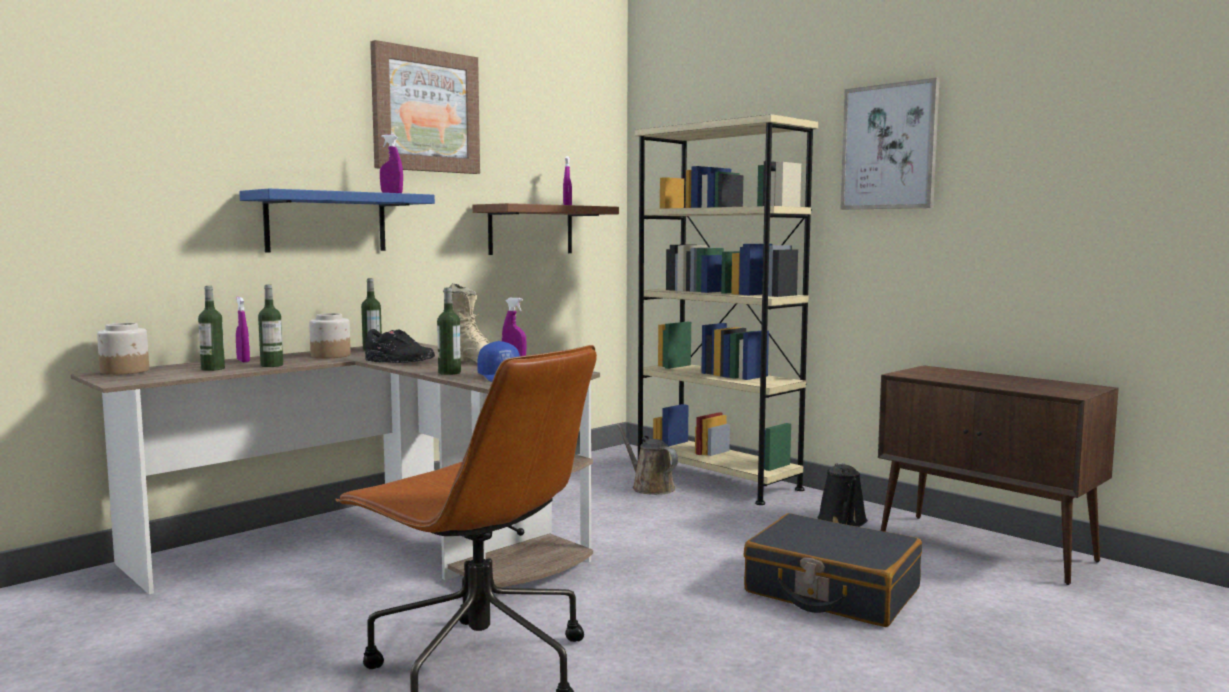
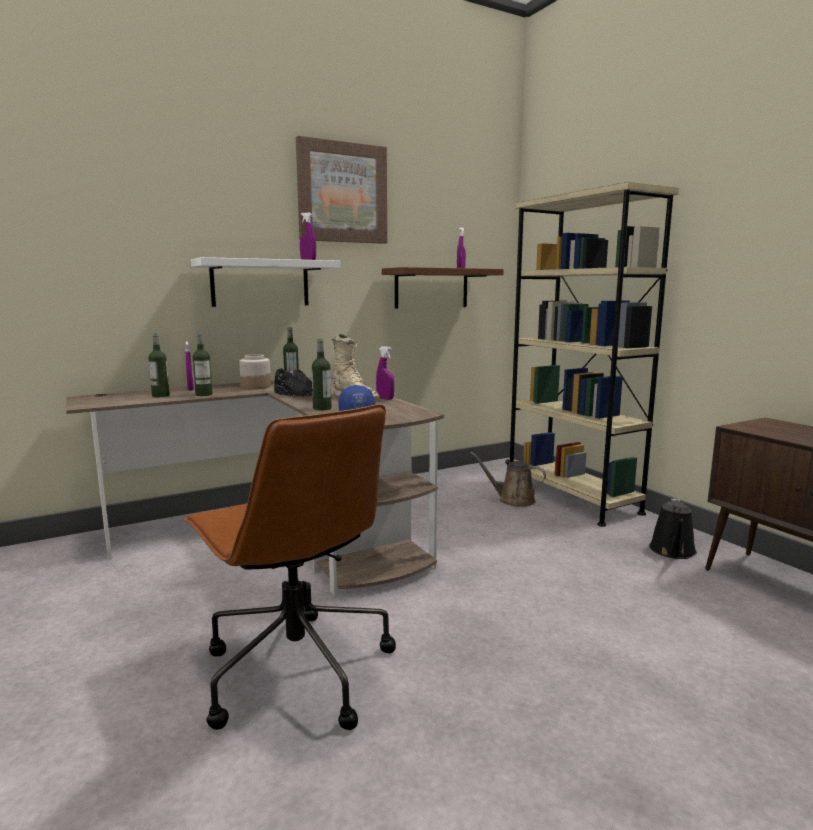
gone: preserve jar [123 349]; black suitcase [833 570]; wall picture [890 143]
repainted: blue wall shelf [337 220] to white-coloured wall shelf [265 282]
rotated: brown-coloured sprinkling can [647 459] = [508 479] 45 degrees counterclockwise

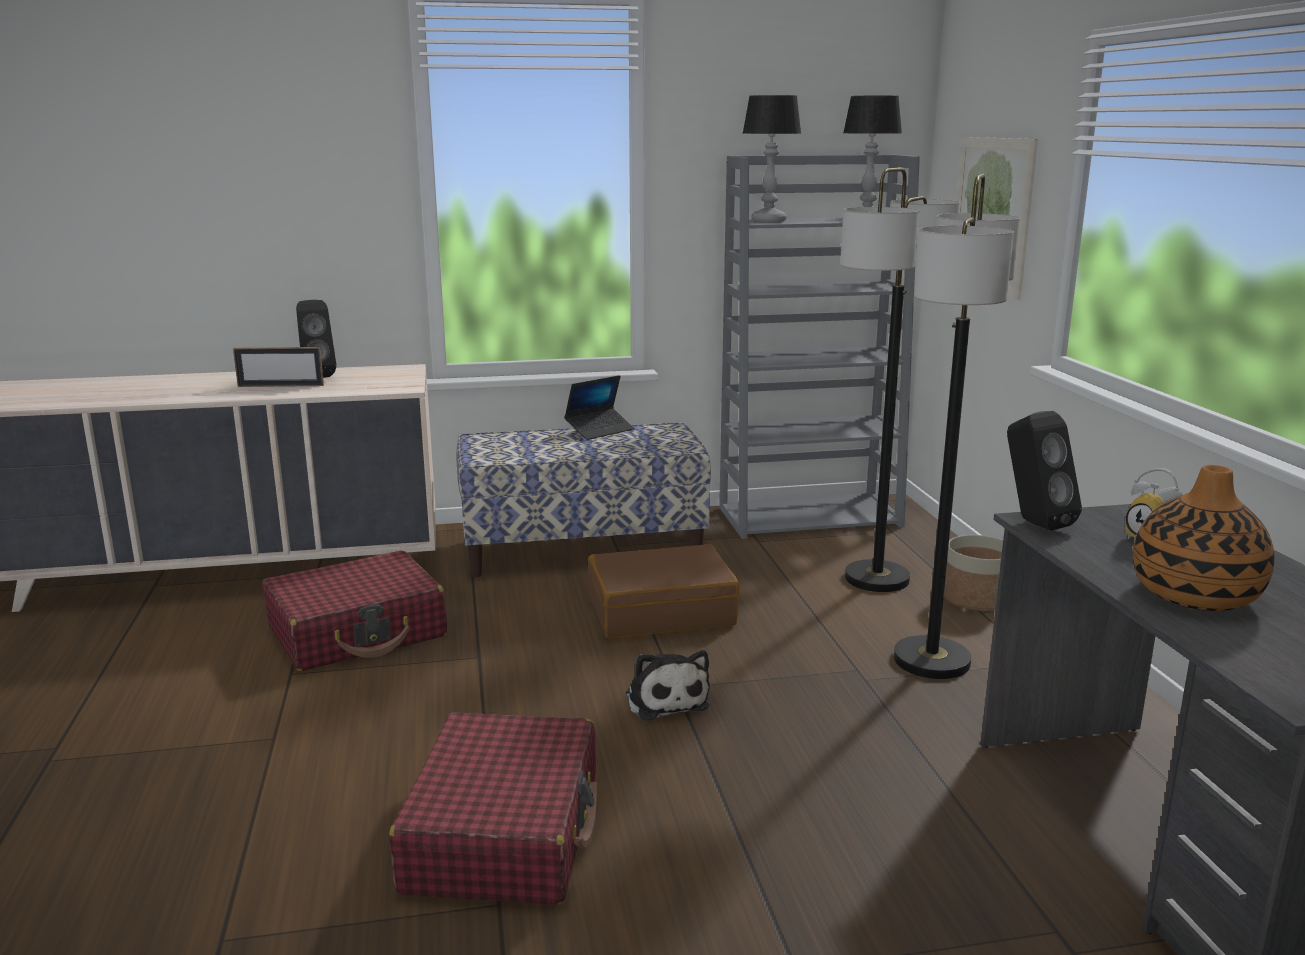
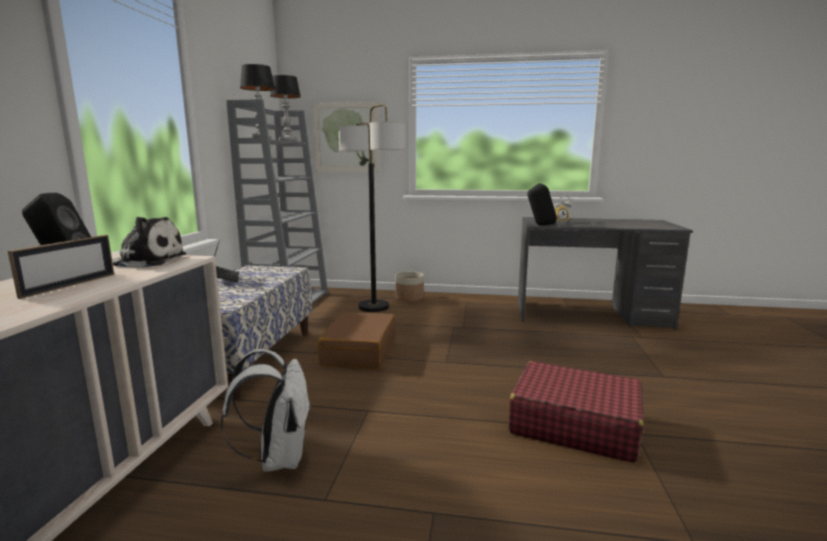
gone: floor lamp [957 426]; vase [1204 538]
shifted: cuddly toy [668 685] to [149 242]
swapped: red suitcase [354 611] to white-coloured knapsack [266 410]

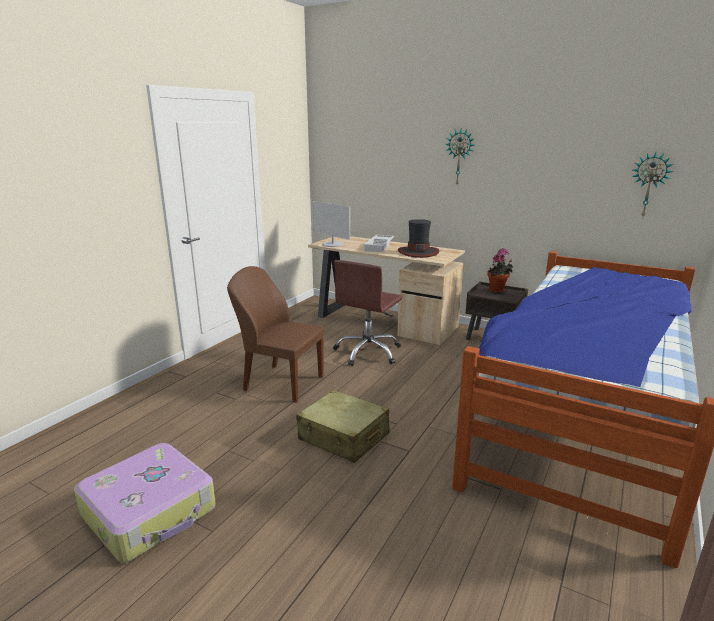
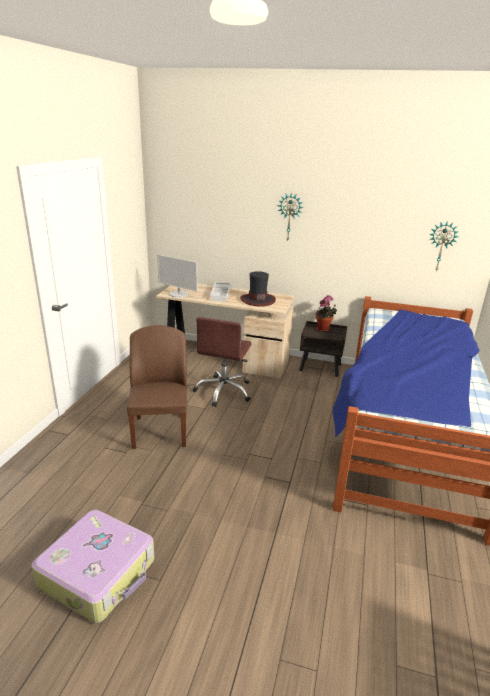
gone: sand-coloured suitcase [342 426]
rotated: brown-coloured upright chair [275 334] = [157 387] 75 degrees clockwise

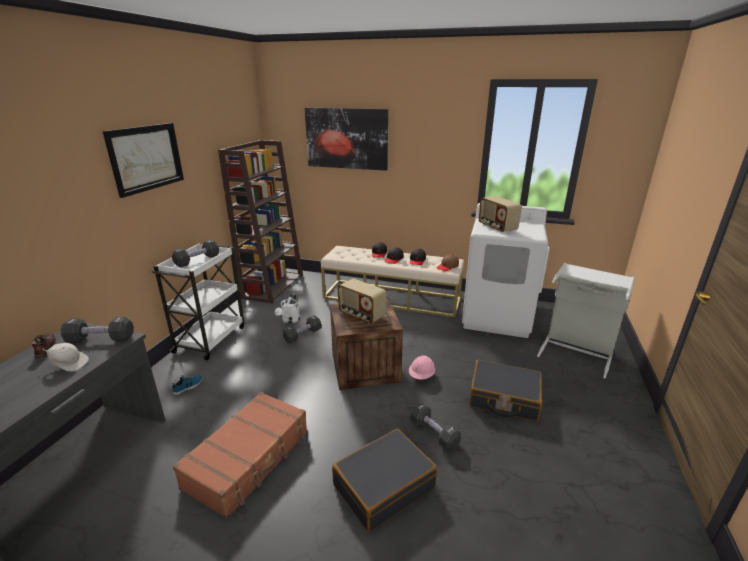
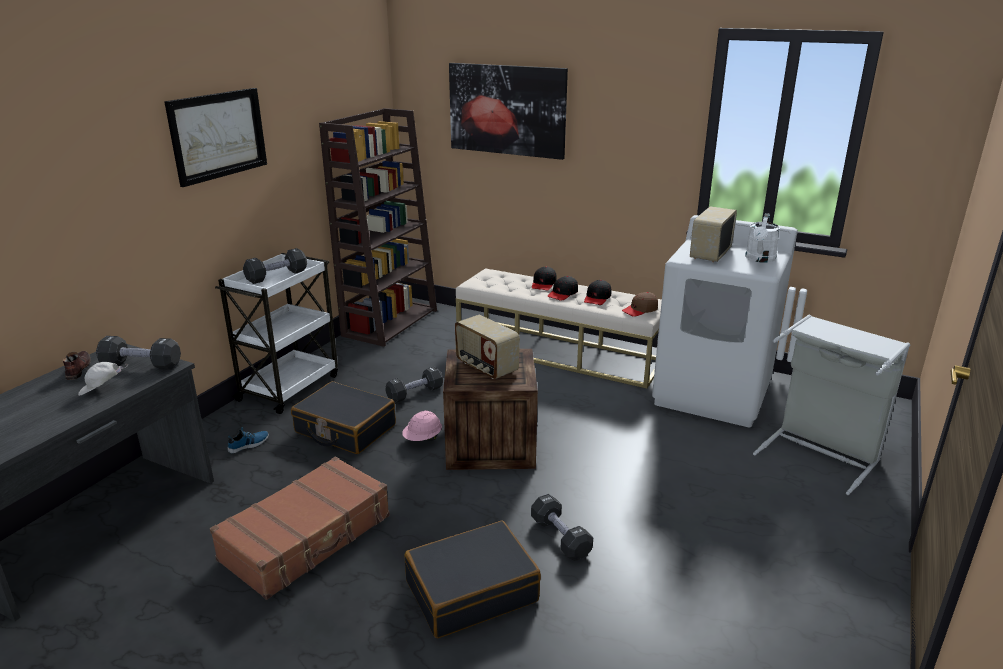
shifted: white-coloured sprinkling can [287 308] to [762 237]; pinkish work helmet [422 367] to [422 426]; black suitcase [505 390] to [343 417]
rotated: white-coloured baseball cap [65 357] = [103 379] 135 degrees clockwise; radio set [500 214] = [713 234] 45 degrees clockwise

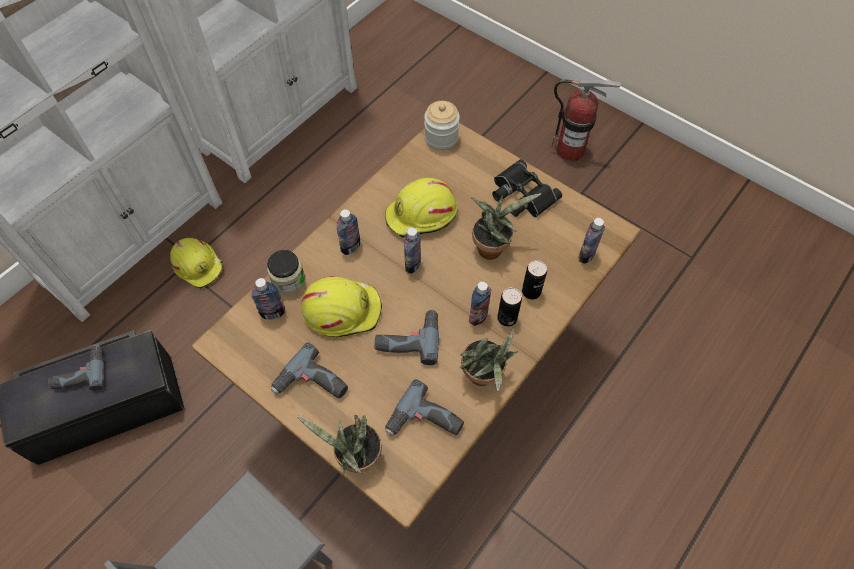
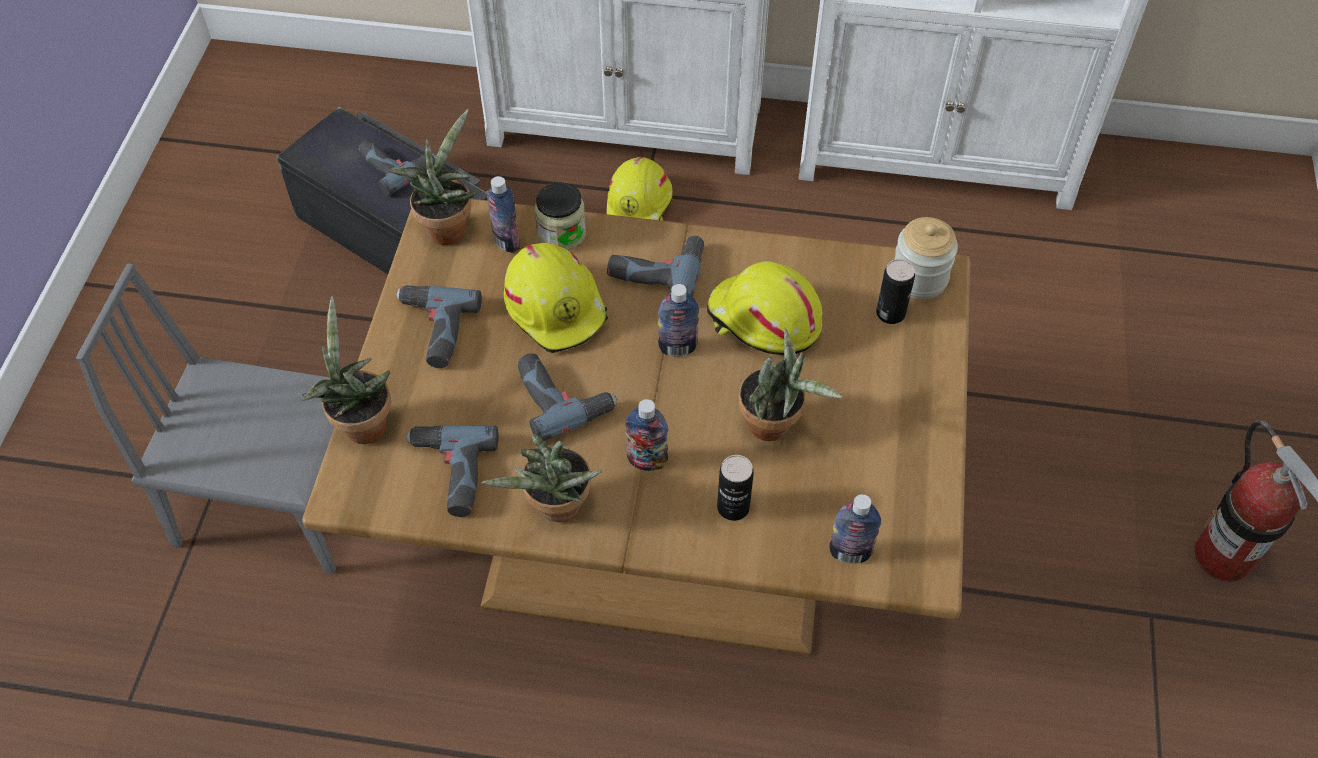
gone: black binoculars [527 188]
new: plant in a pot [431 177]
shifted: metal can [509 307] to [895 291]
swapped: beverage bottle [348 232] to drill [655 265]

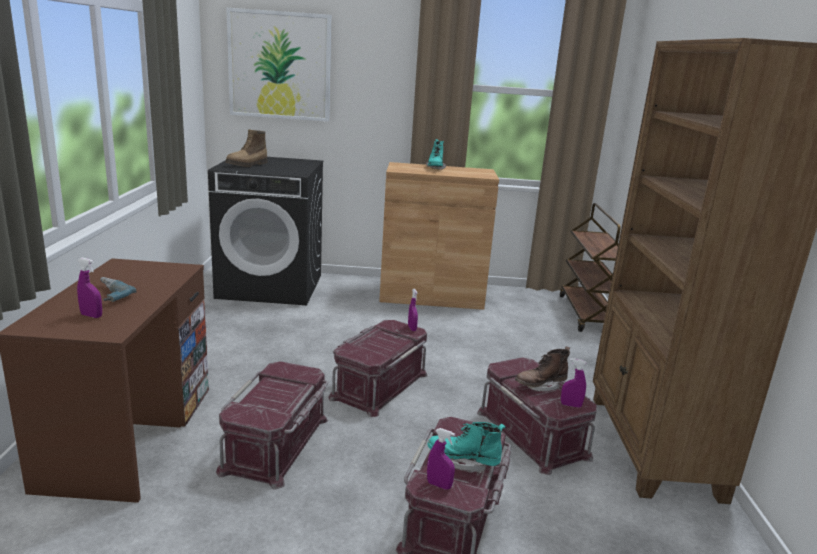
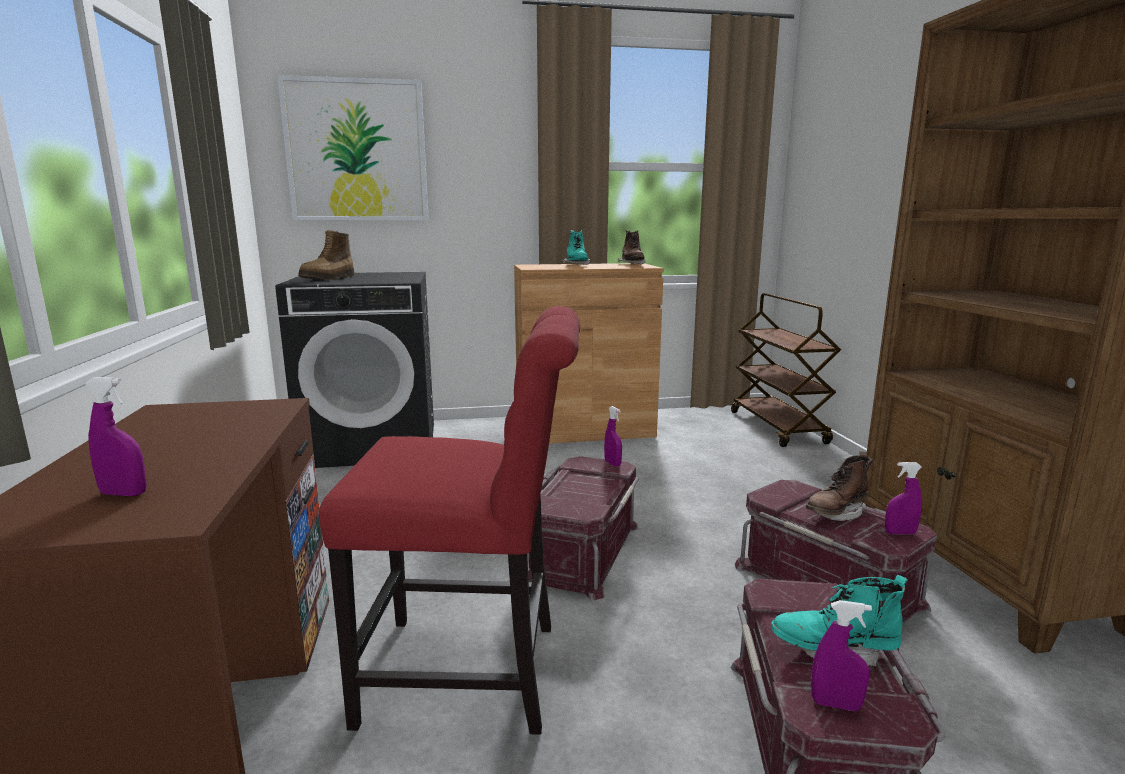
gone: drill [118 289]
new: brown-coloured high-top boot [632 247]
swapped: red storage bin [272 425] to red upright chair [449 520]

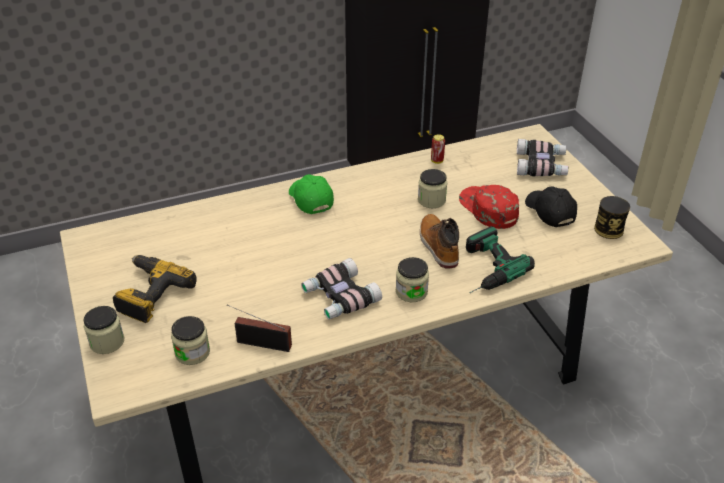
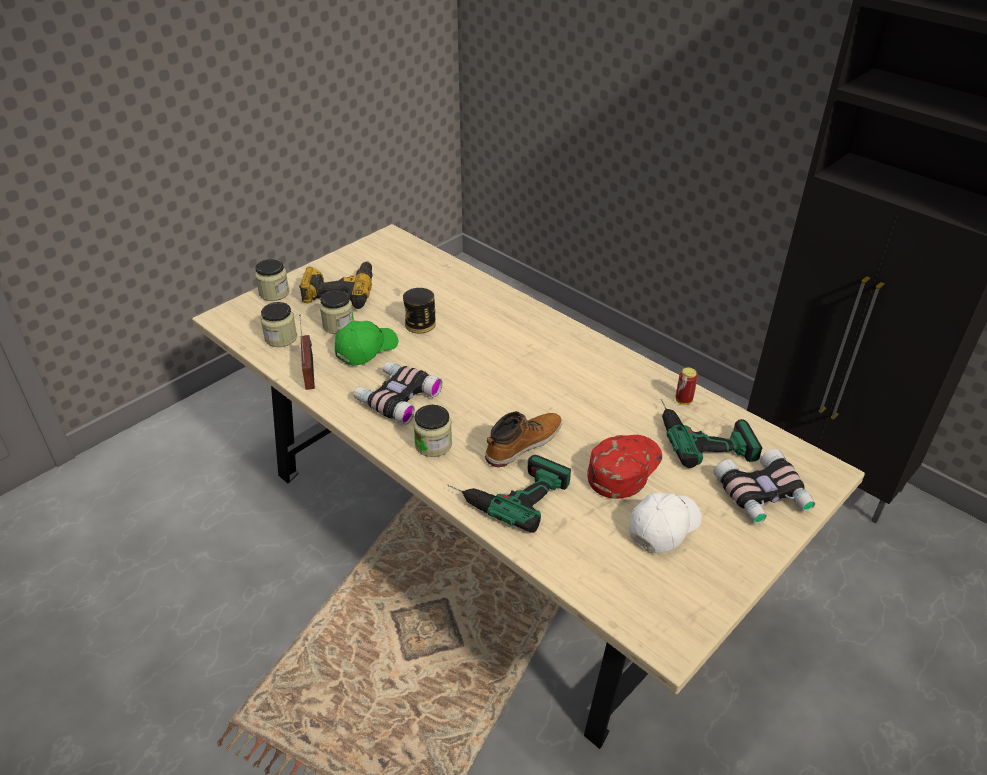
new: drill [712 433]
shifted: greenish baseball cap [311 194] to [366 343]; preserve jar [432 188] to [337 312]; metal can [612 217] to [419 310]
repainted: black baseball cap [551 206] to white-coloured baseball cap [665 523]

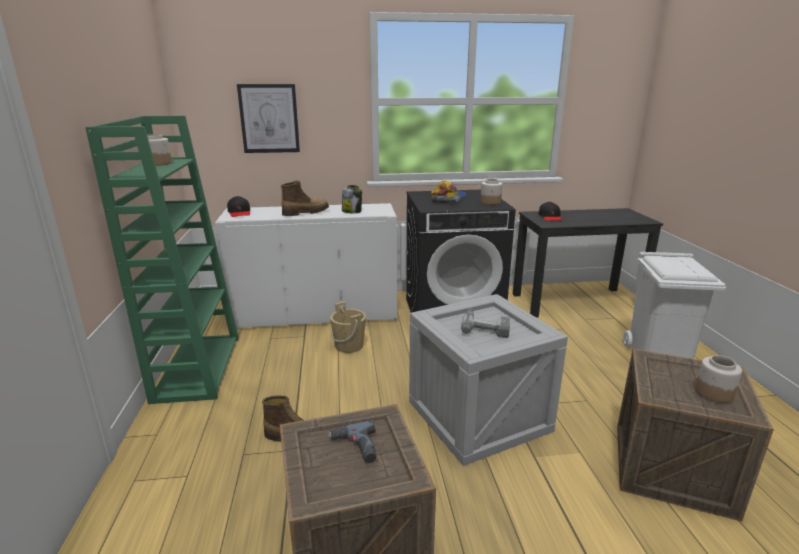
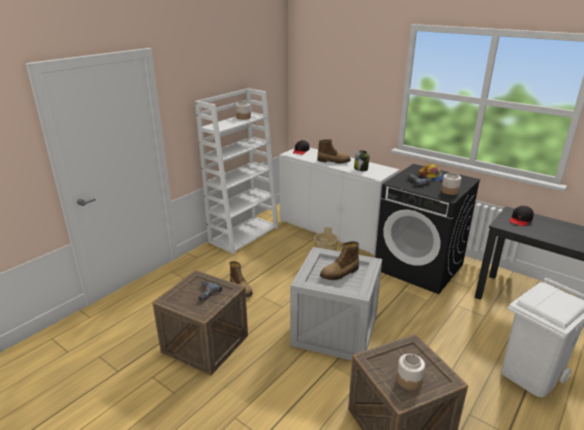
gone: wall picture [268 118]
swapped: drill [485 323] to high-top boot [339 260]
repainted: greenish bookshelf [162 260] to white-coloured bookshelf [236 171]

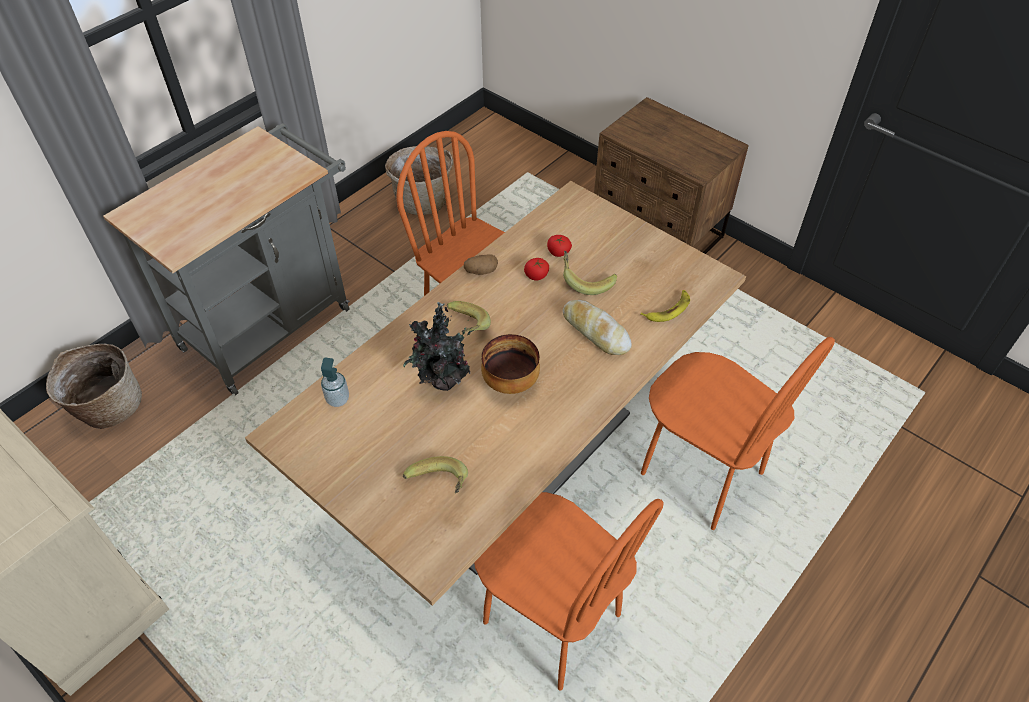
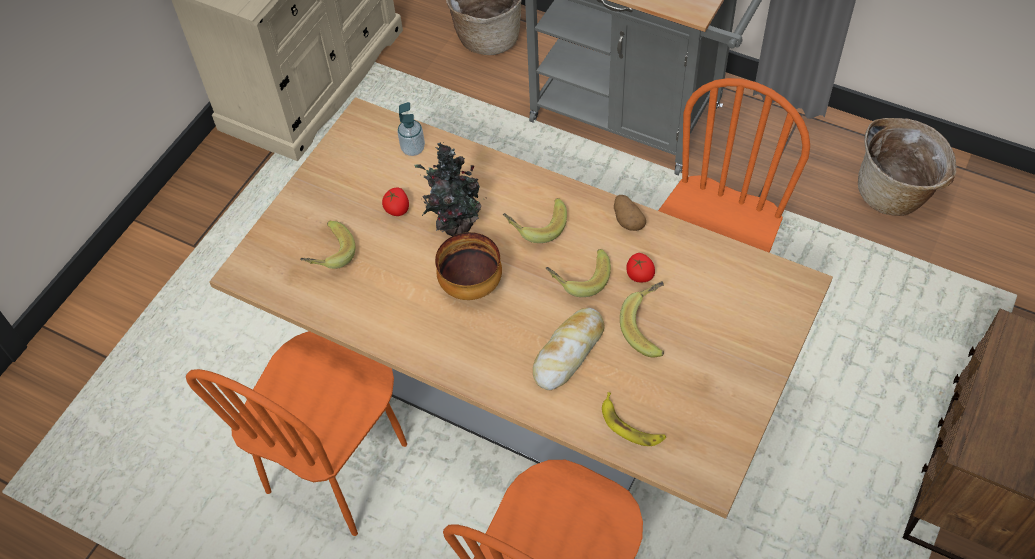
new: whole banana [578 273]
shifted: tomato [559 246] to [395 202]

